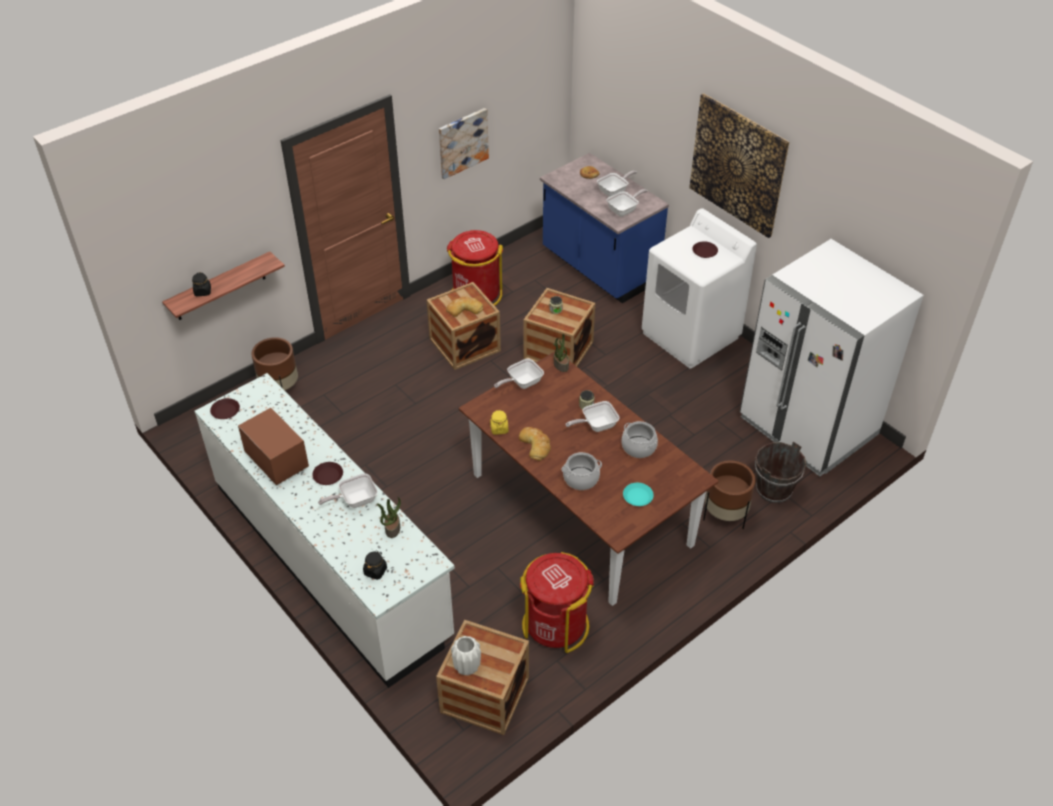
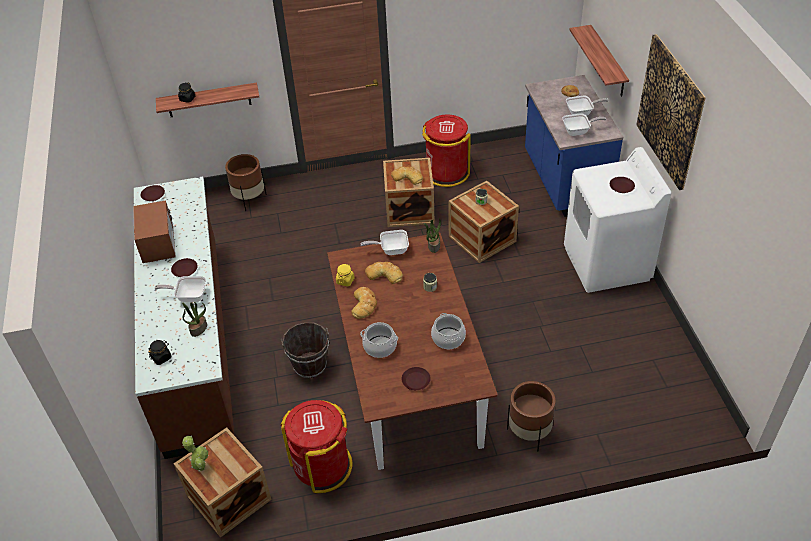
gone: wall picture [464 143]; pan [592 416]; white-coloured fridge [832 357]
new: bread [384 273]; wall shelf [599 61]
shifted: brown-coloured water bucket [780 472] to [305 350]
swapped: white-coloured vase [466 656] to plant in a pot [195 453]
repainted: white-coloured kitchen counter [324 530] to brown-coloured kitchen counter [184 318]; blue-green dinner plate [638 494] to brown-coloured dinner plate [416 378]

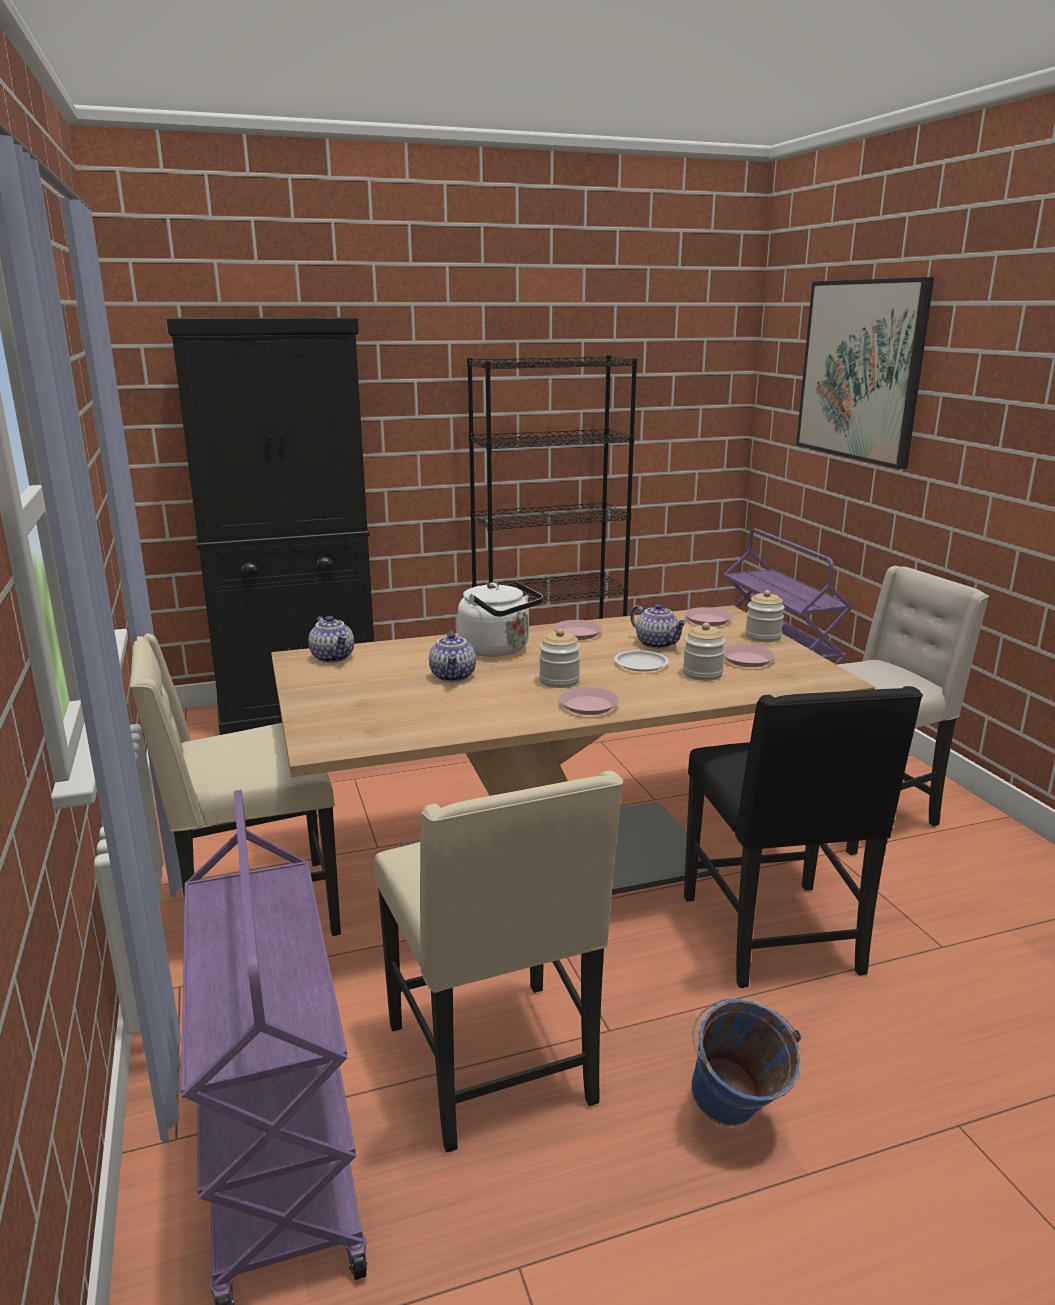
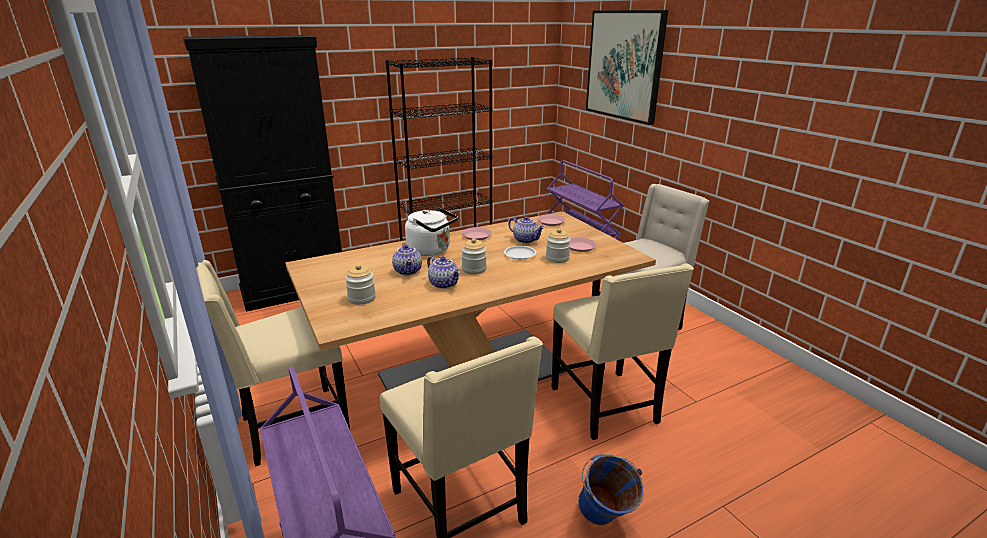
gone: pinkish dinner plate [589 701]
shifted: pot for tea [331 639] to [443 272]; preserve jar [765 616] to [360 284]
repainted: black upright chair [803 837] to sand-coloured upright chair [622 351]

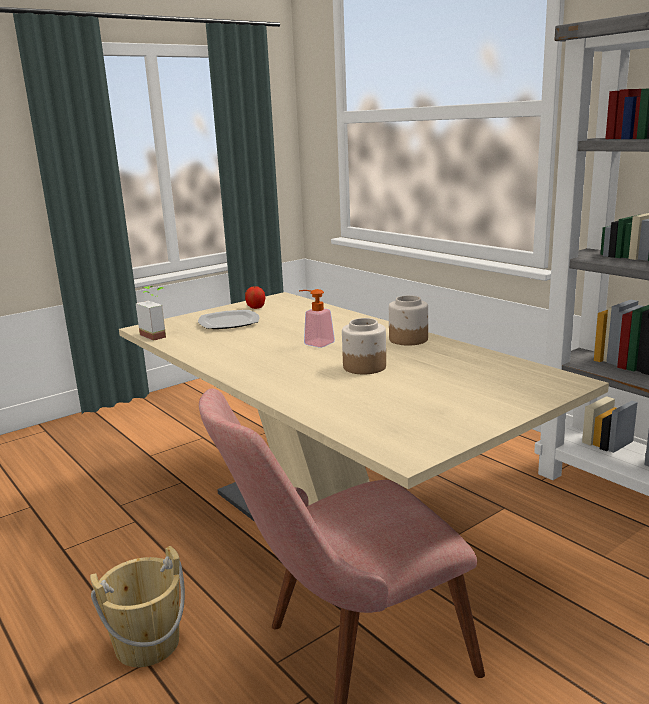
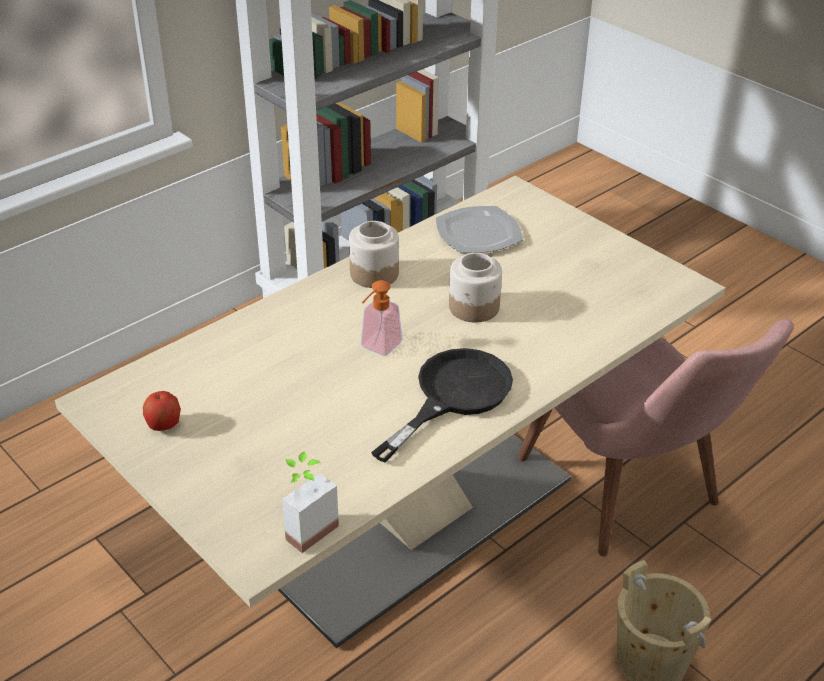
new: black pan [442 405]
shifted: dinner plate [229 319] to [479 229]

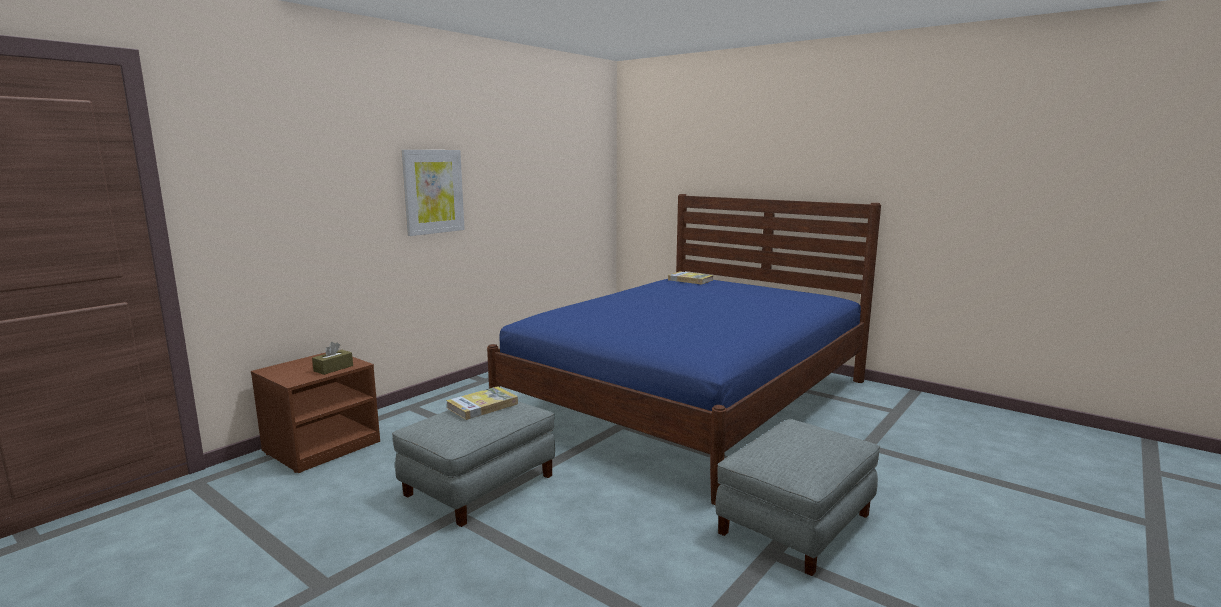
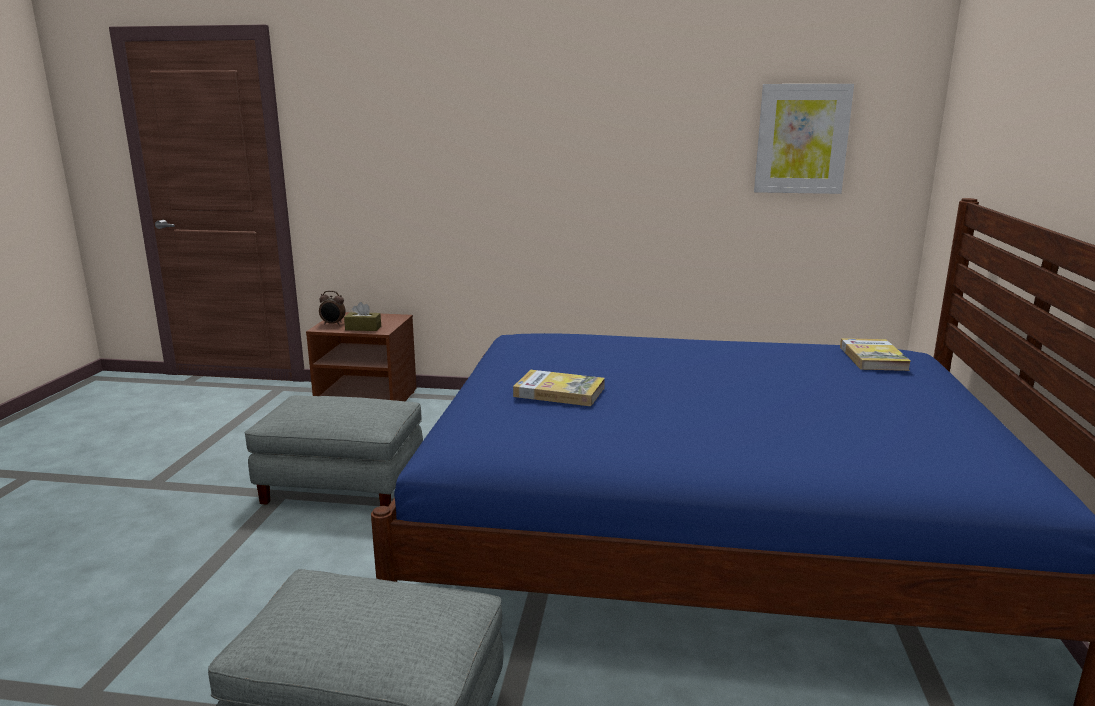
new: table clock [332 308]
shifted: wall picture [433 193] to [804 139]; book [482 403] to [559 388]

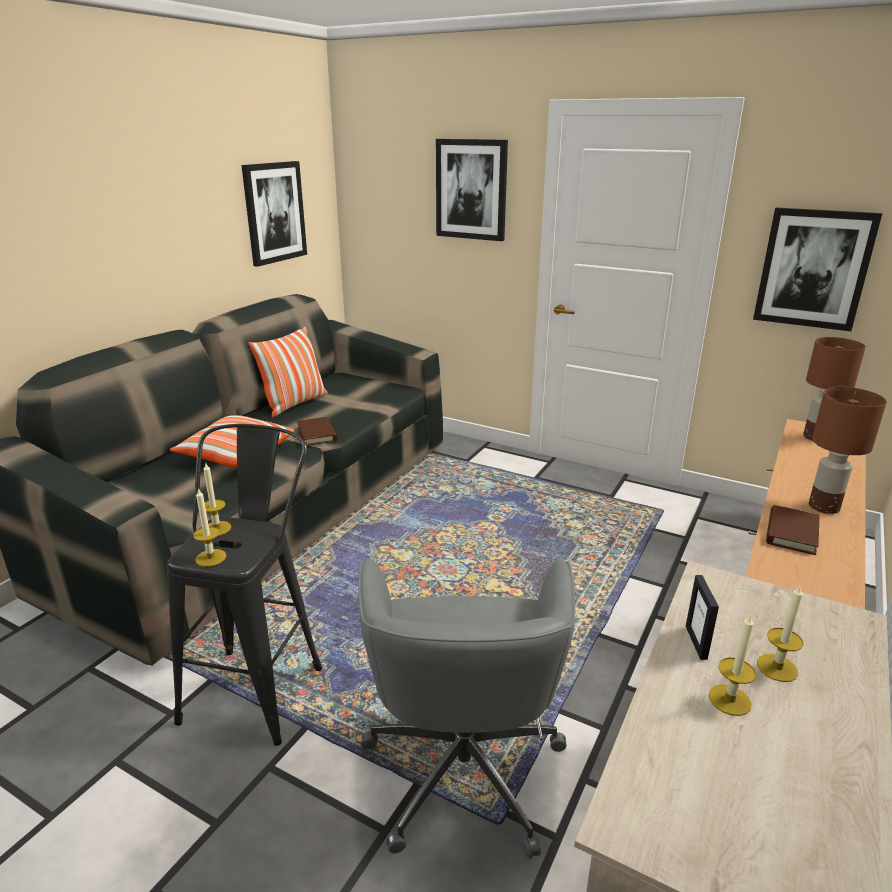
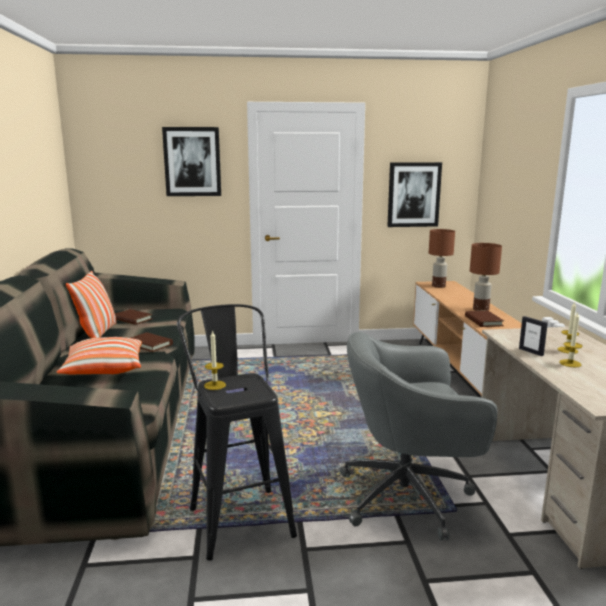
gone: wax candle [209 527]; wall picture [274 214]
new: brown-coloured book [133 317]
rotated: gray desk chair [466 709] = [419 436] 120 degrees clockwise

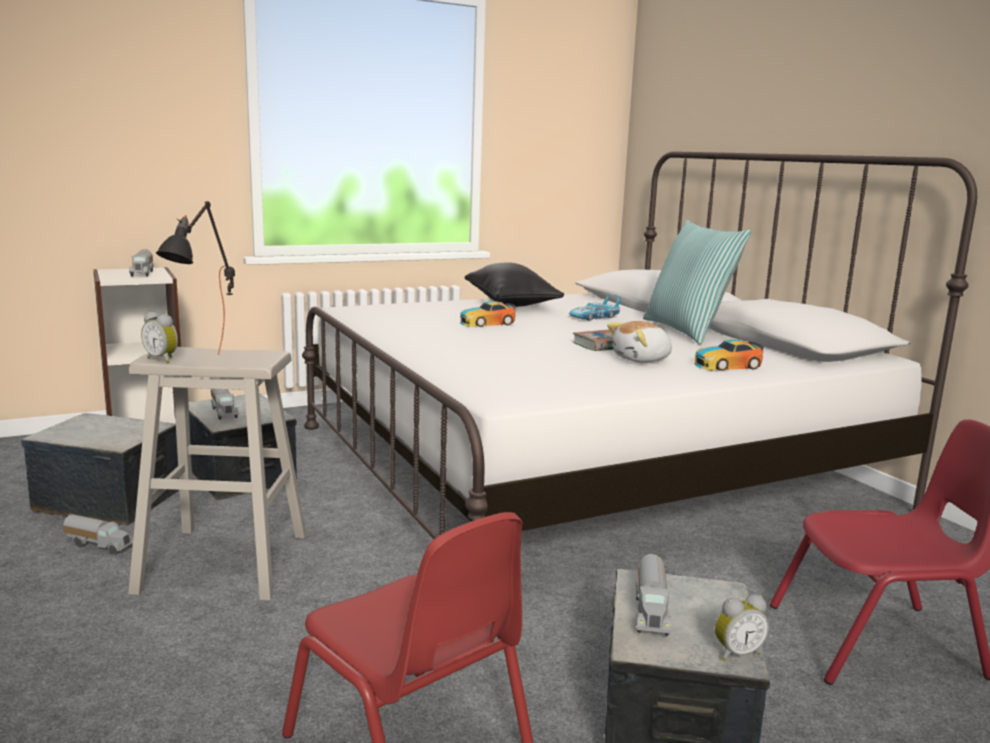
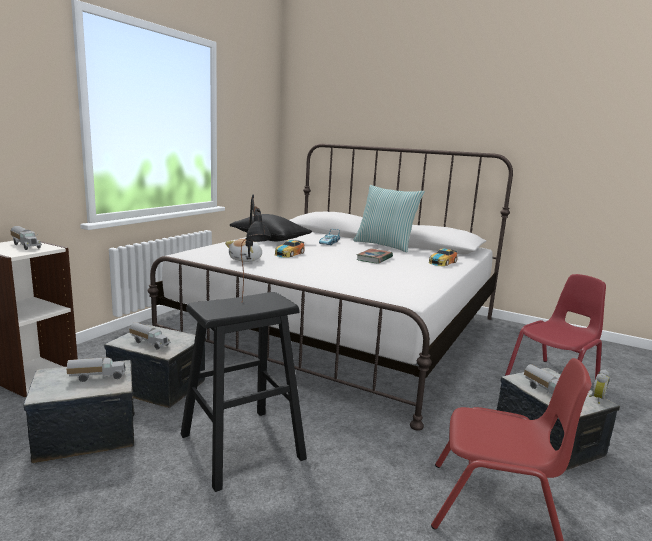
gone: table clock [159 337]
shifted: toy truck [98 534] to [96 369]; cuddly toy [639 342] to [243 250]
repainted: sand-coloured stool seat [217 474] to black stool seat [244 392]

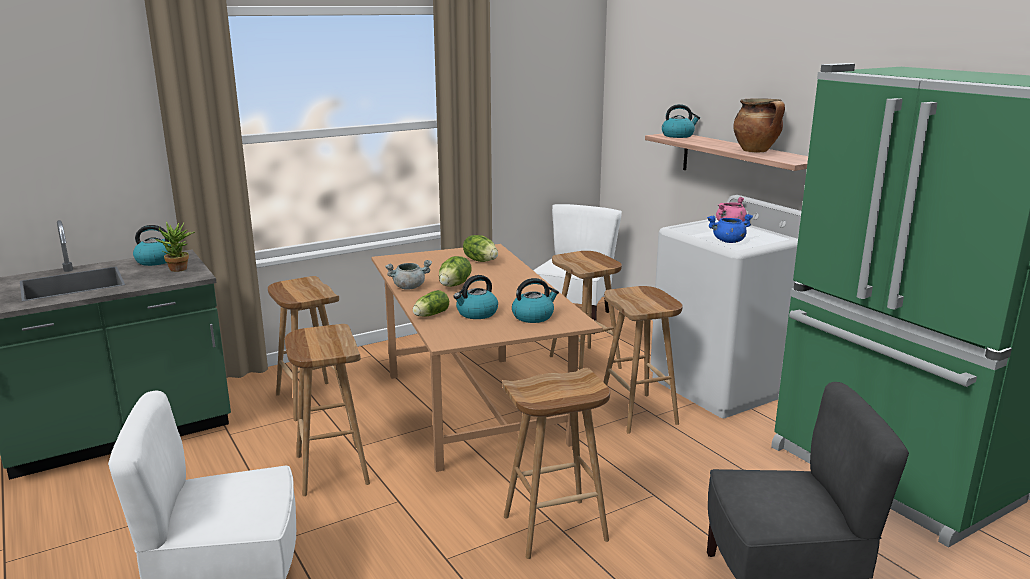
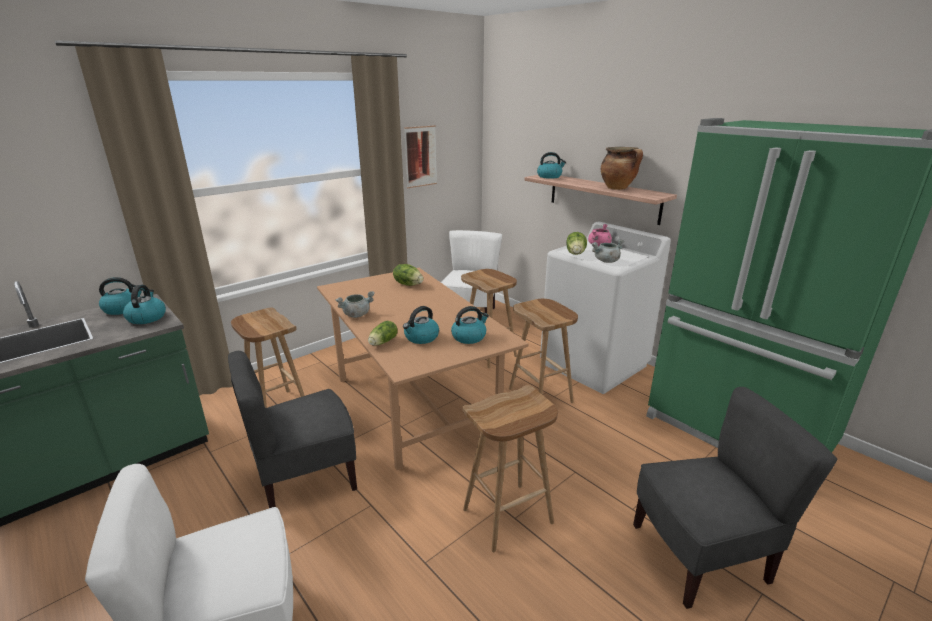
new: wall picture [420 156]
shifted: lettuce head [455 271] to [576 243]
swapped: plant in a pot [175 247] to kettle [144 304]; brown-coloured stool seat [327 410] to gray upright chair [292 429]
repainted: blue stockpot [730 228] to gray stockpot [608 251]

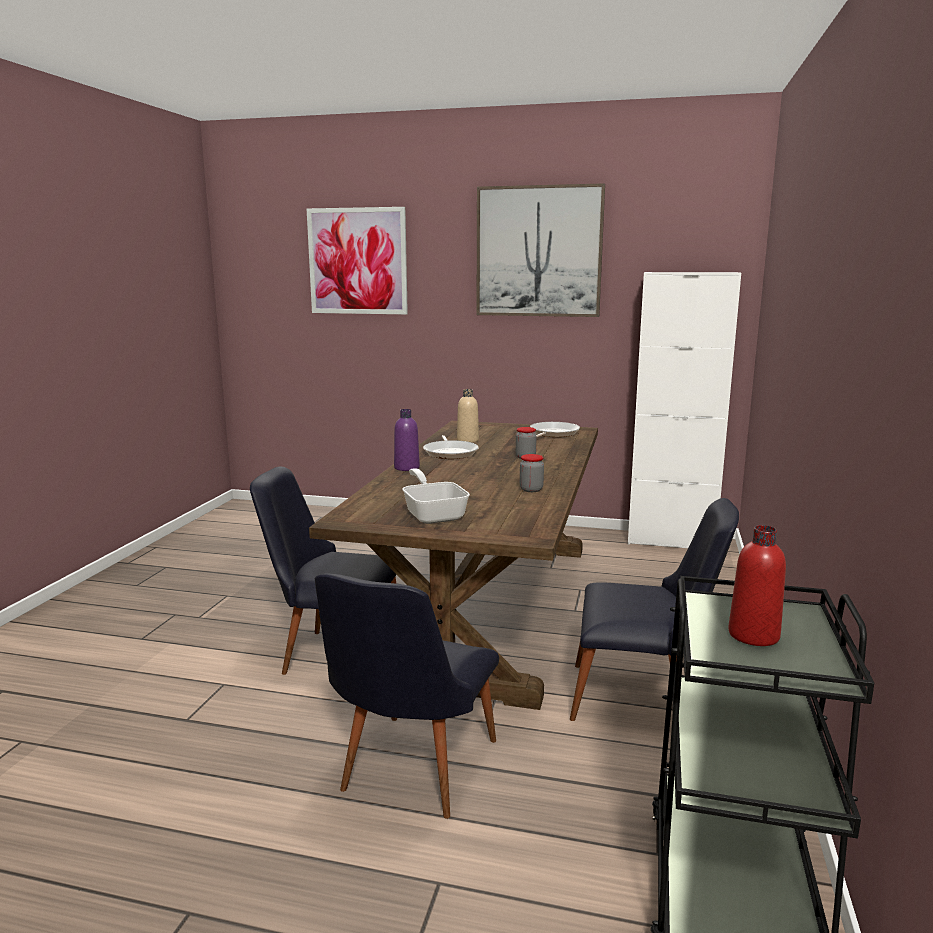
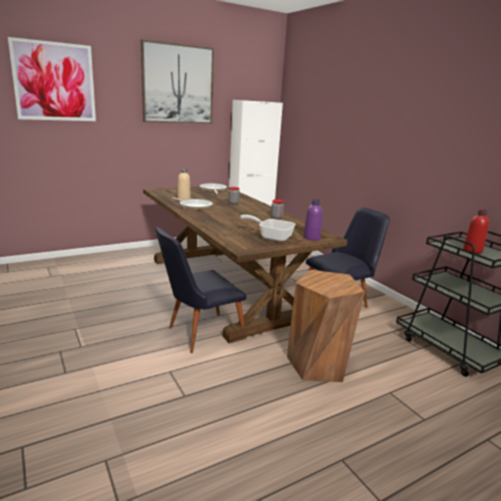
shifted: purple-coloured beverage bottle [407 440] to [313 220]
swapped: black upright chair [407 696] to brown-coloured stool seat [326 326]

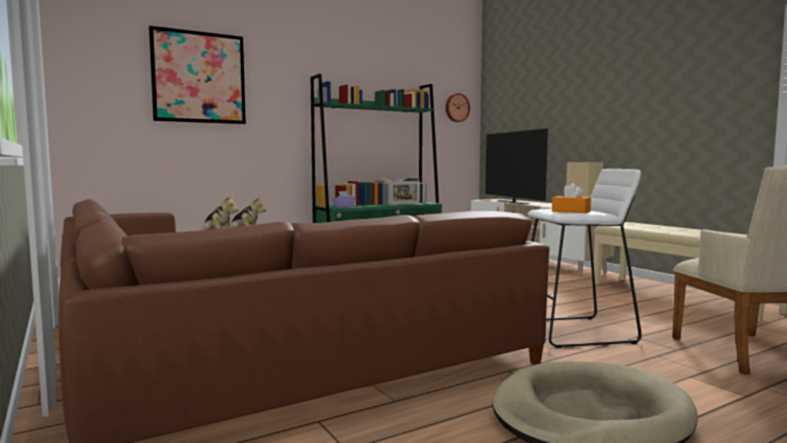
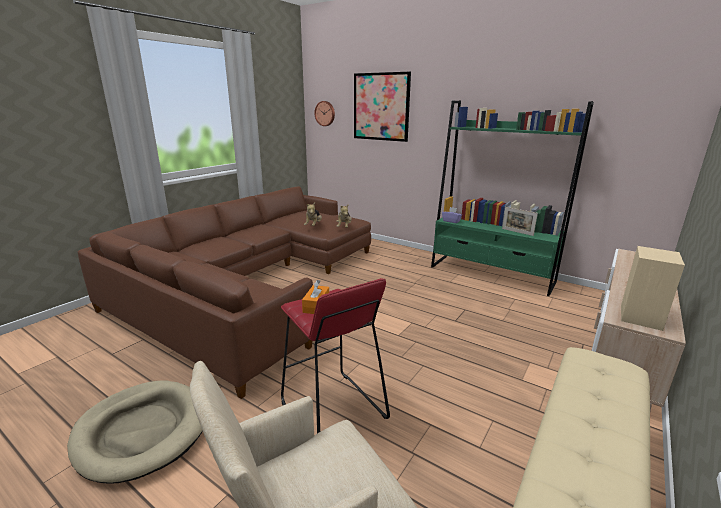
gone: television [516 166]
shifted: wall clock [458 107] to [325 113]
repainted: white-coloured stool seat [584 258] to red stool seat [335 355]

